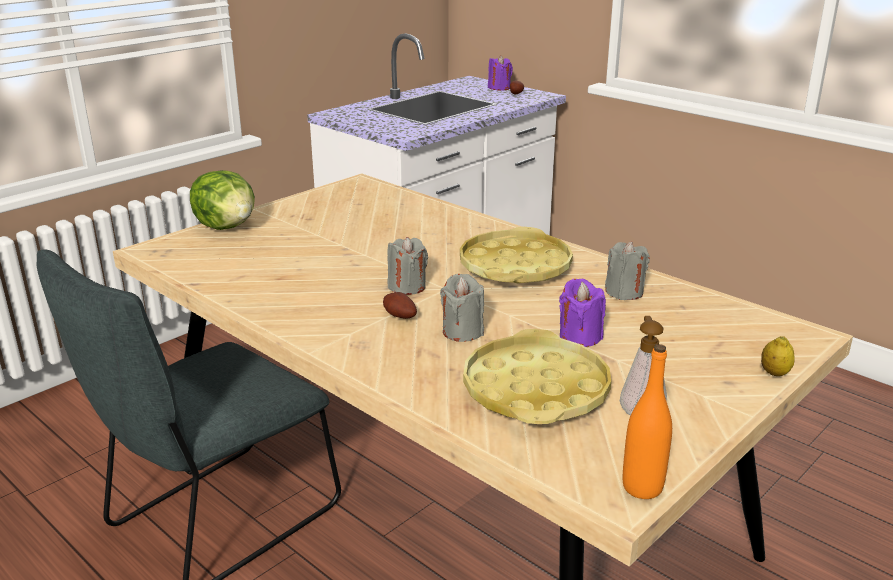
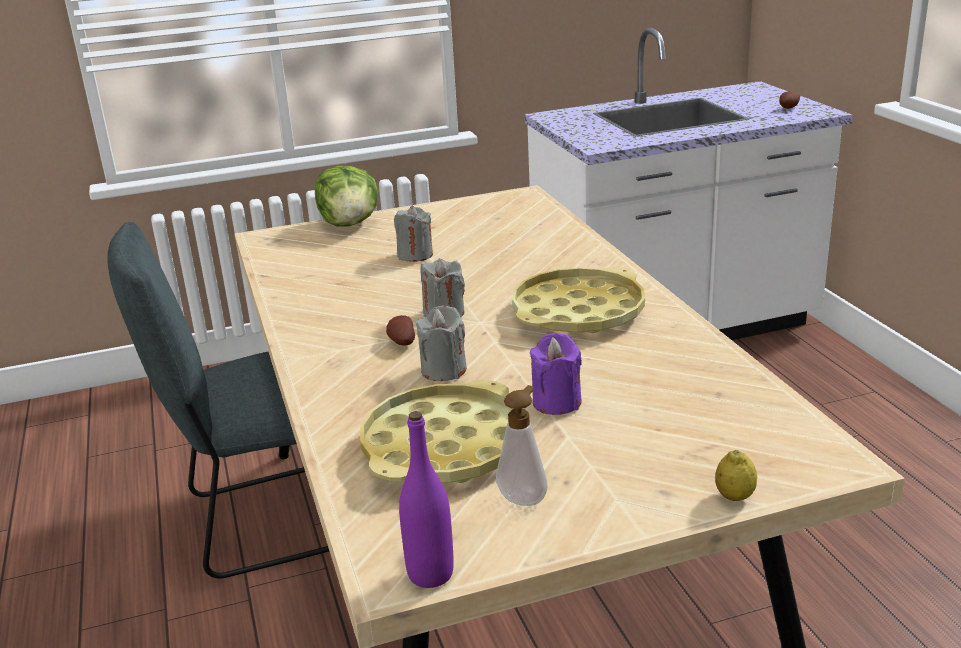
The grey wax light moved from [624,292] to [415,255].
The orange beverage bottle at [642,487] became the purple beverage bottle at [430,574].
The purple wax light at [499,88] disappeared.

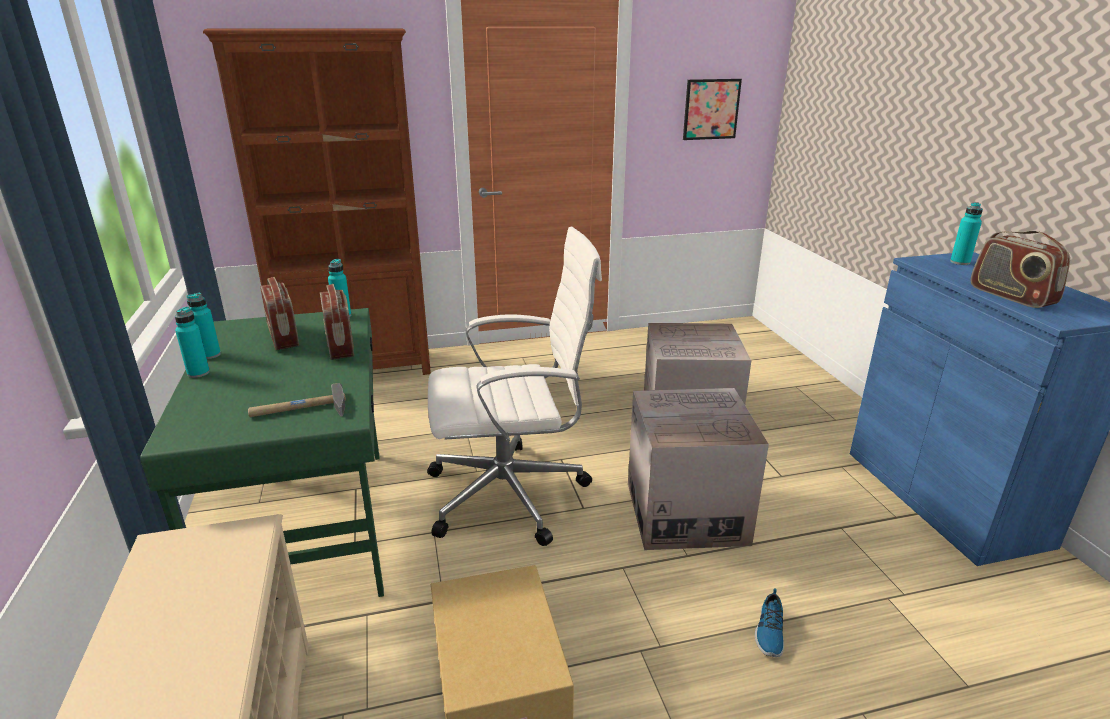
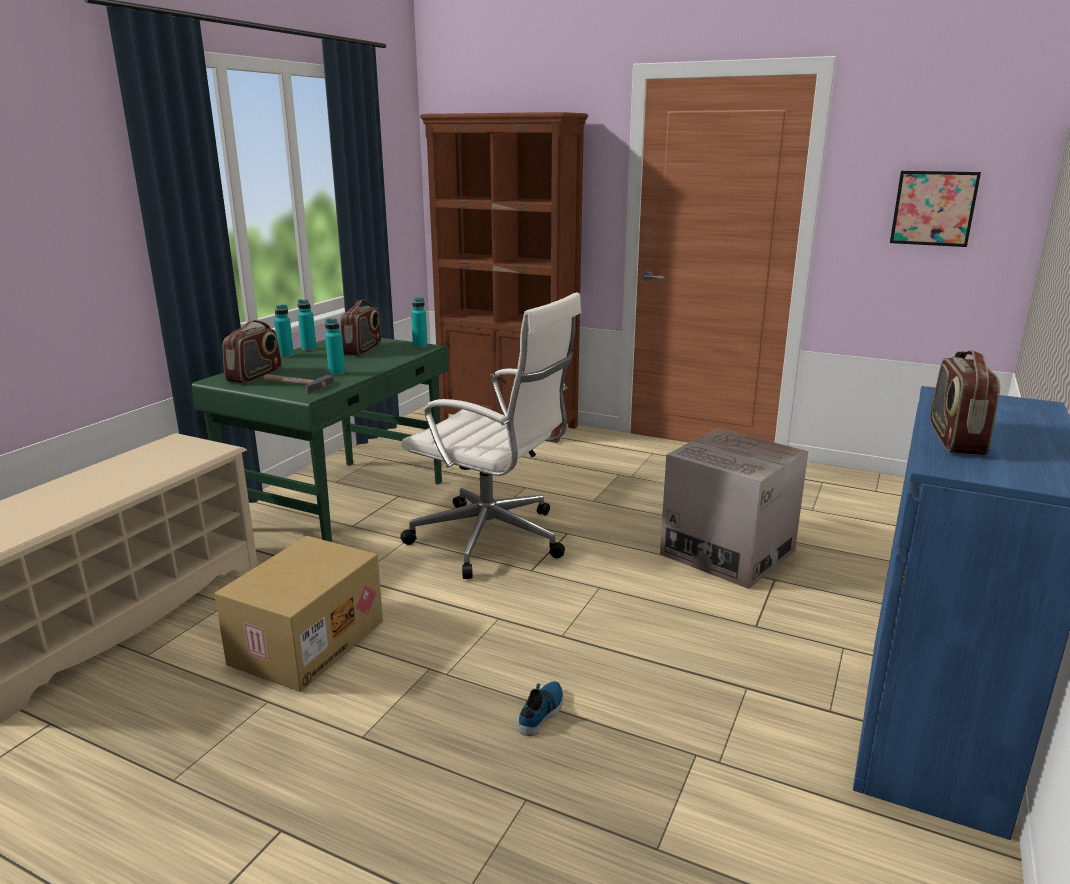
The radio receiver moved from [340,346] to [255,376].
The blue-green beverage bottle moved from [960,262] to [337,373].
The item of footwear at [769,631] turned 150 degrees clockwise.
The packing box at [686,513] disappeared.

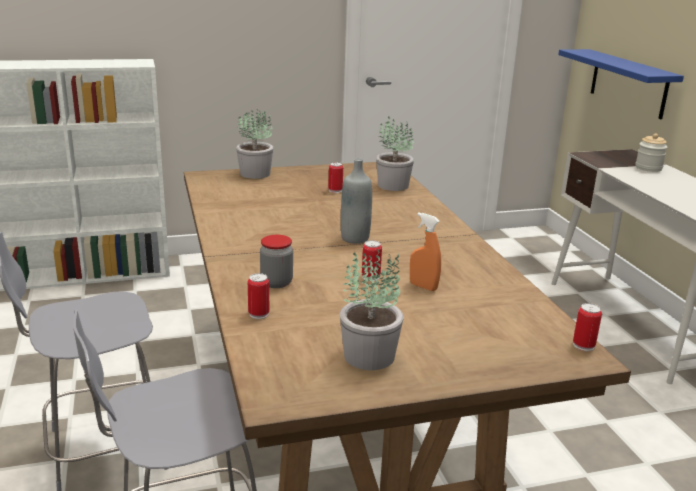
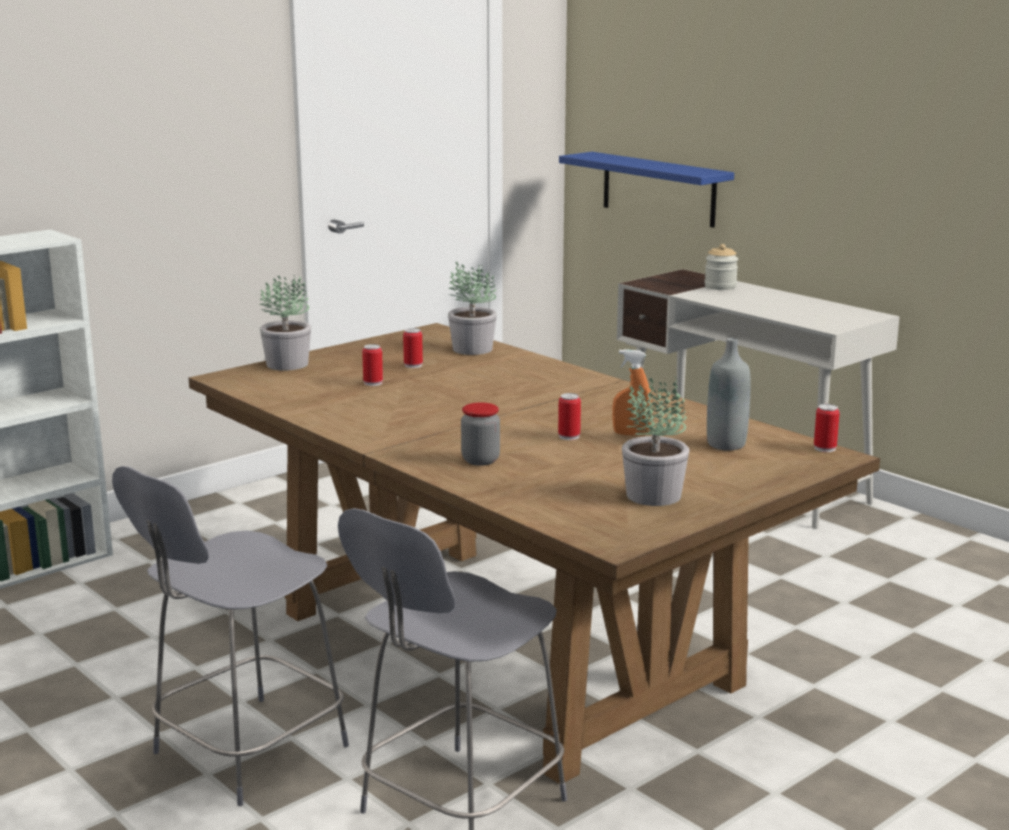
The can moved from [258,314] to [373,383].
The grey beverage bottle moved from [355,238] to [726,444].

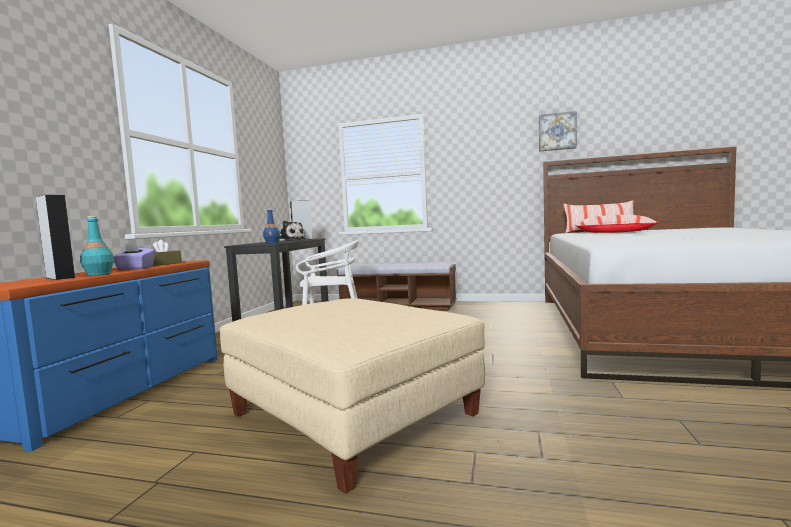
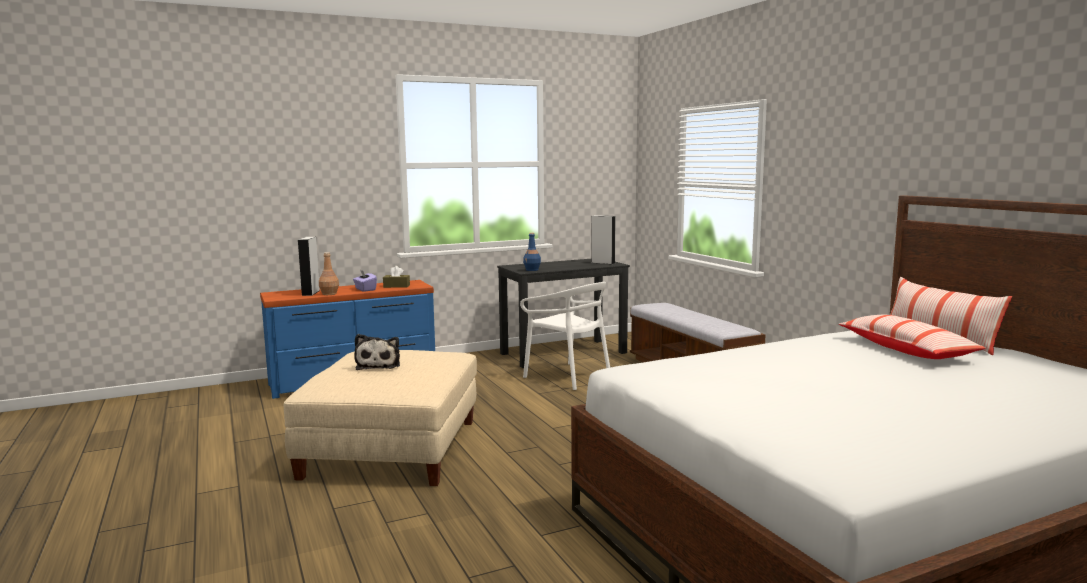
The blue-green beverage bottle at [98,274] became the brownish beverage bottle at [329,294].
The cuddly toy moved from [290,240] to [379,365].
The wall picture at [557,132] disappeared.

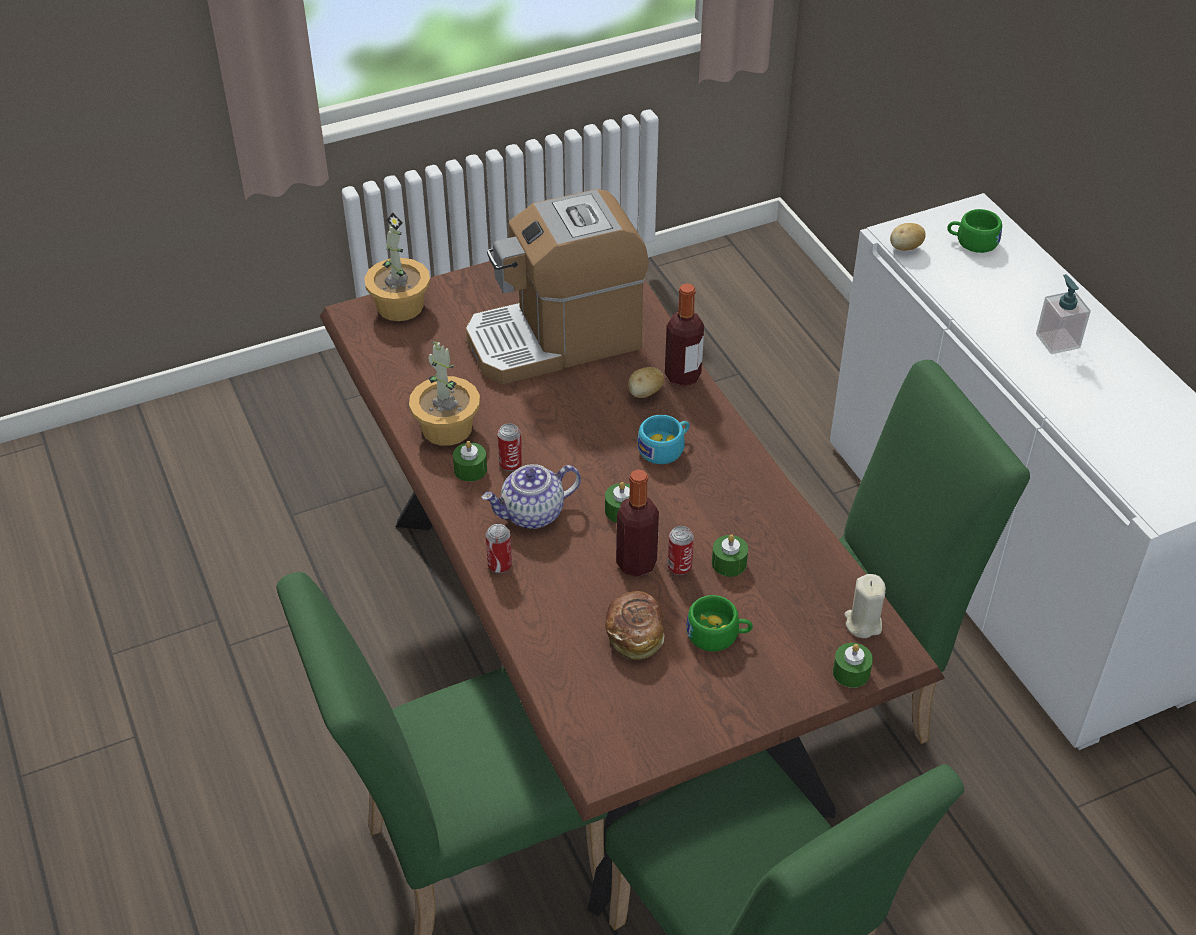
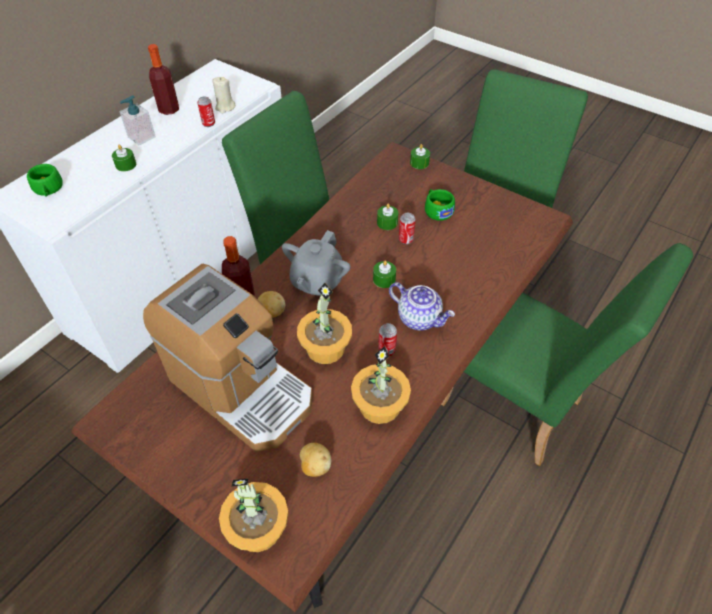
The greenish wax light moved from [470,469] to [126,165].
The beverage bottle moved from [636,563] to [169,109].
The can moved from [500,565] to [208,123].
The beige wax light moved from [863,623] to [225,107].
The blue-green drinking cup at [665,448] was replaced by the grey tea pot at [317,282].
The houseplant at [325,348] appeared.
The whole potato moved from [905,248] to [315,466].
The bakery bread at [635,635] disappeared.

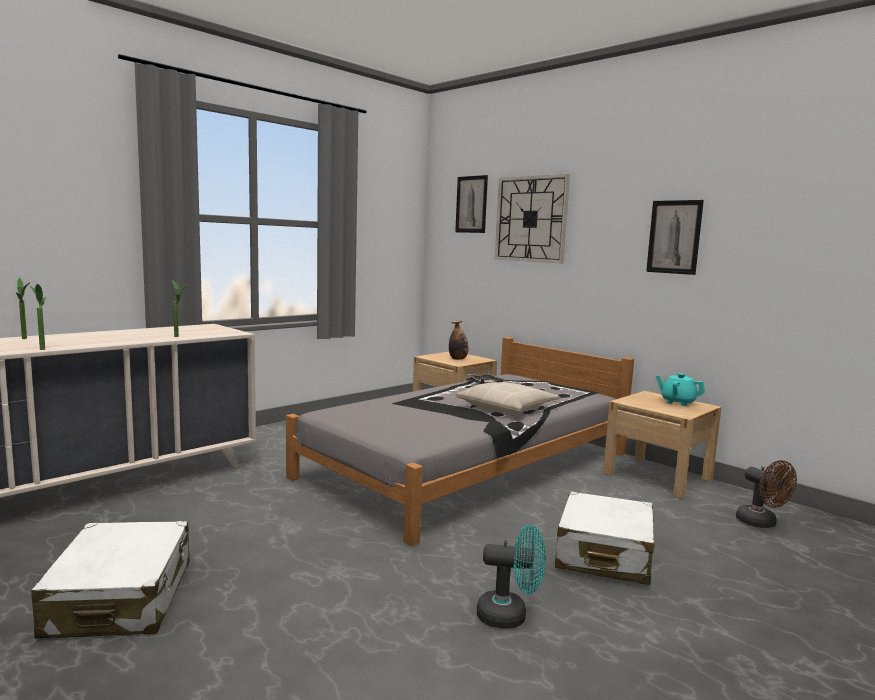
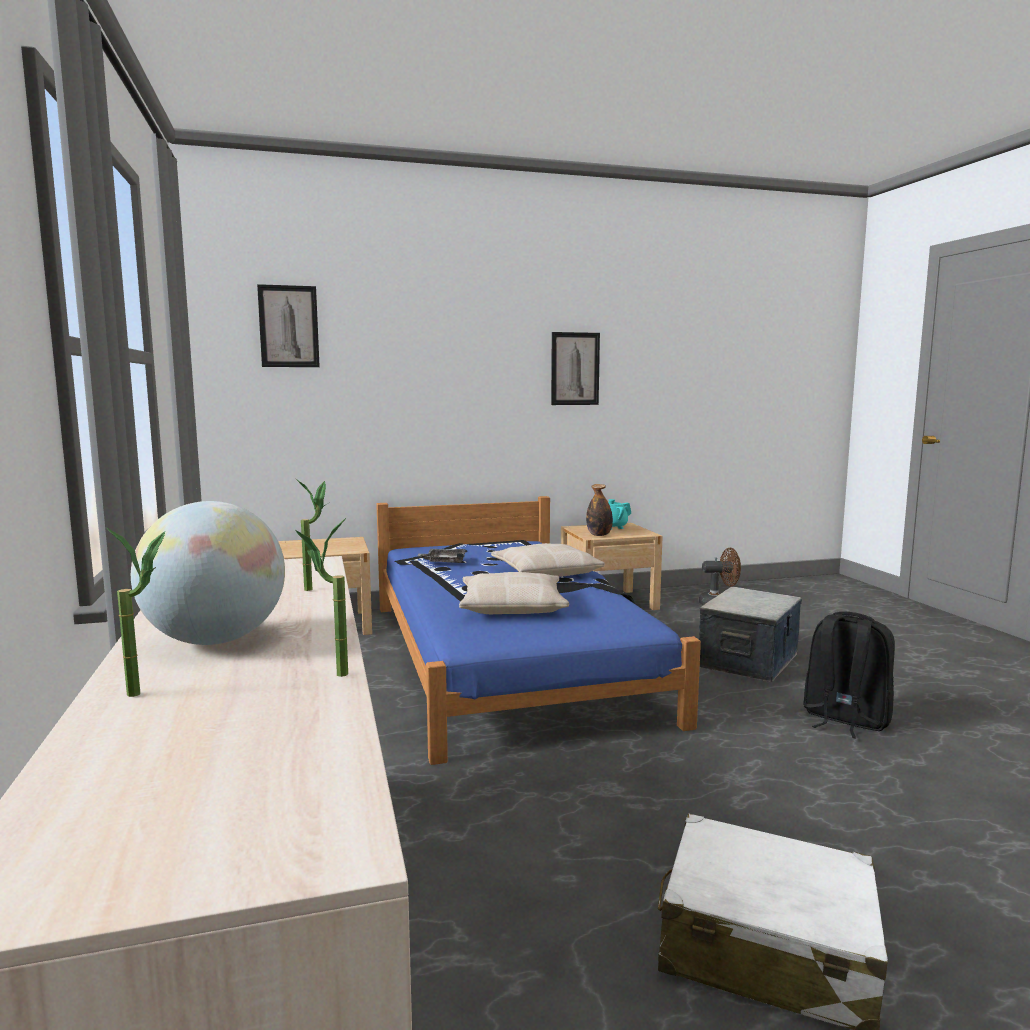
The desk globe at [215,640] appeared.
The grey bedroom bed at [469,465] became the bluish bedroom bed at [505,657].
The beige pillow at [512,606] appeared.
The beverage bottle moved from [458,359] to [599,535].
The white-coloured suitcase at [604,555] was replaced by the storage box at [749,661].
The blue-green cooling fan at [510,615] was replaced by the blackish backpack at [844,720].
The hanging clock at [531,219] disappeared.

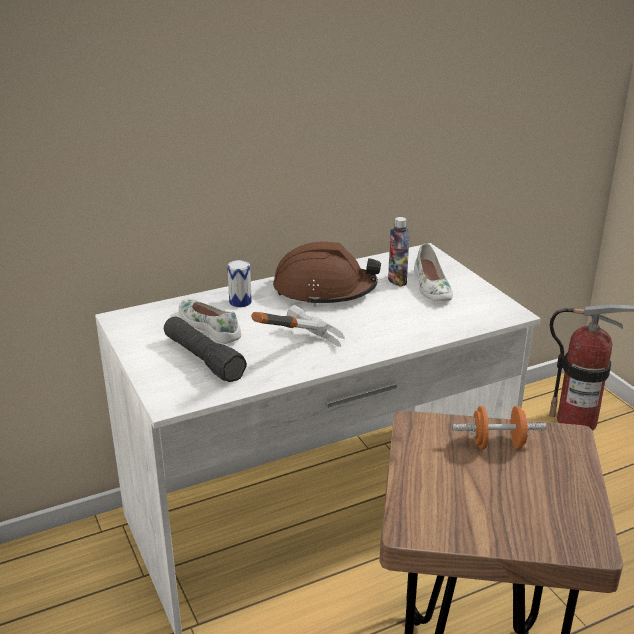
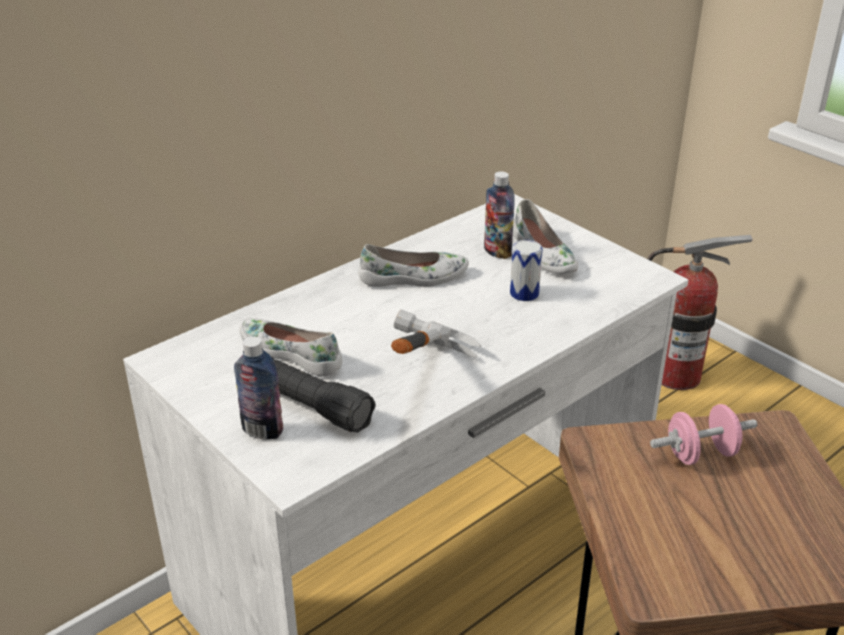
The beverage bottle at [262,430] appeared.
The brownish hard hat at [324,290] was replaced by the white-coloured item of footwear at [414,278].
The can moved from [240,302] to [524,293].
The orange free weight at [497,444] became the pink-coloured free weight at [700,454].

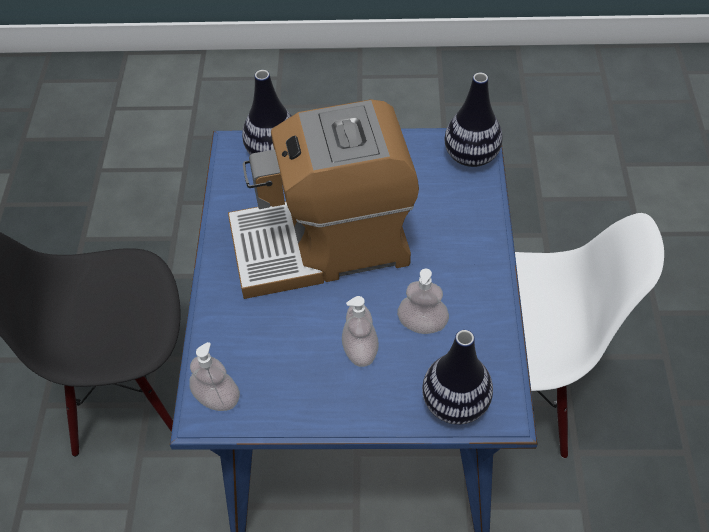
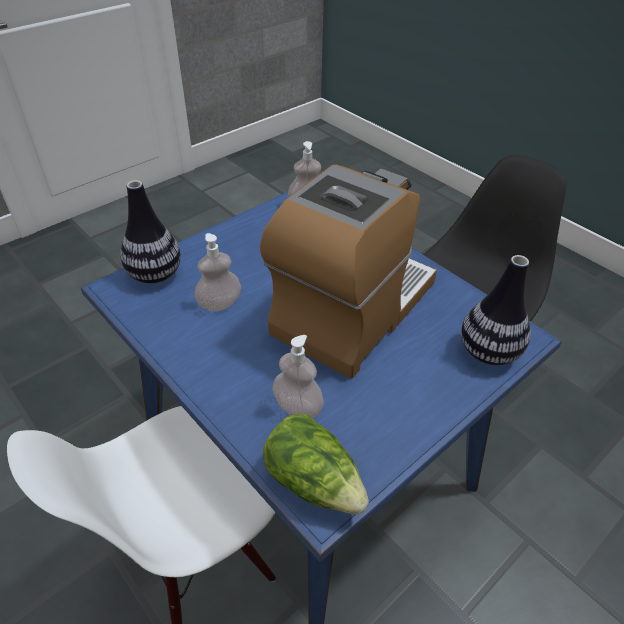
The vase at [471,156] was replaced by the head of lettuce at [314,480].
The soap dispenser moved from [360,350] to [297,407].

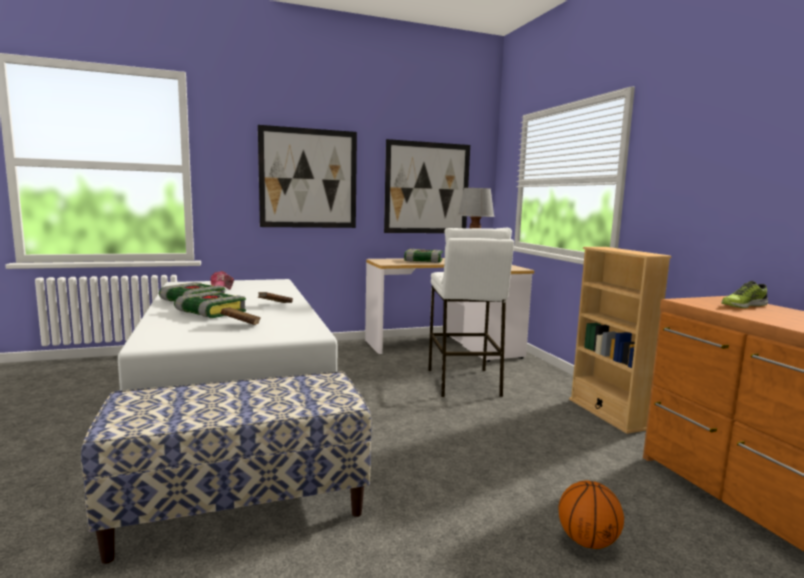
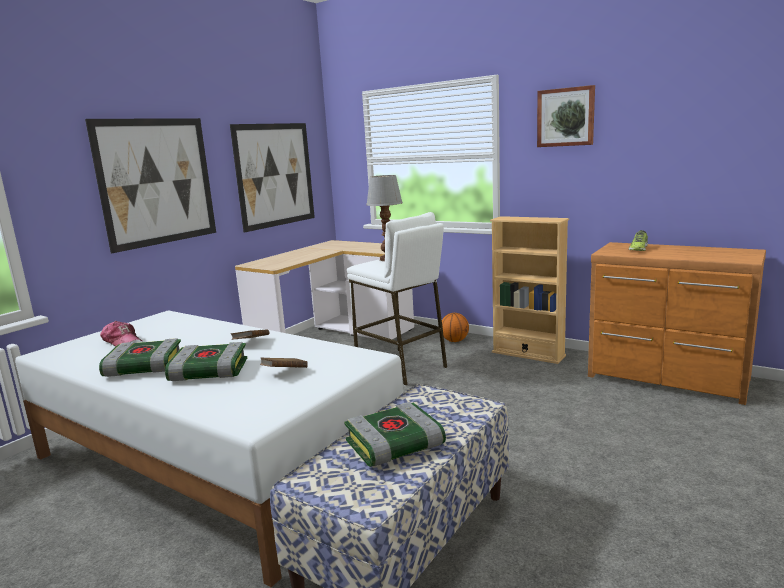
The volume moved from [423,261] to [394,446].
The basketball moved from [587,541] to [454,341].
The wall picture at [565,117] appeared.

